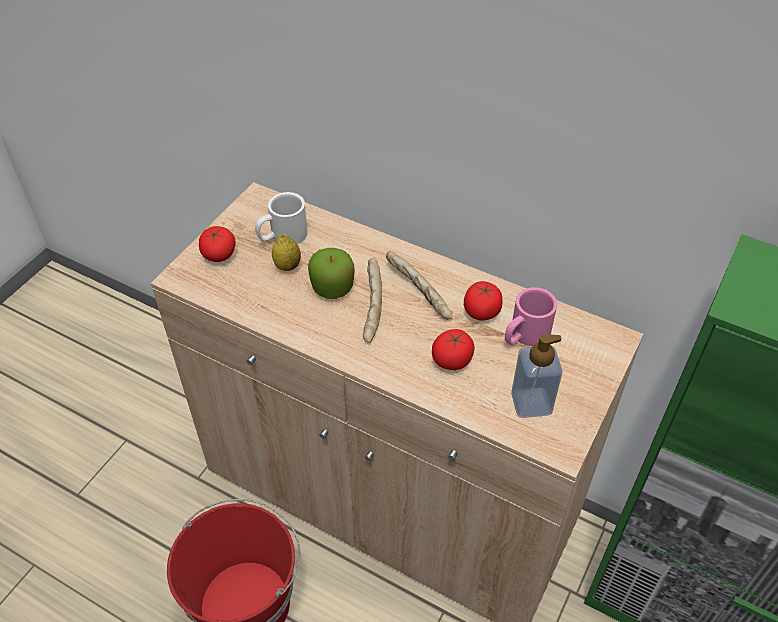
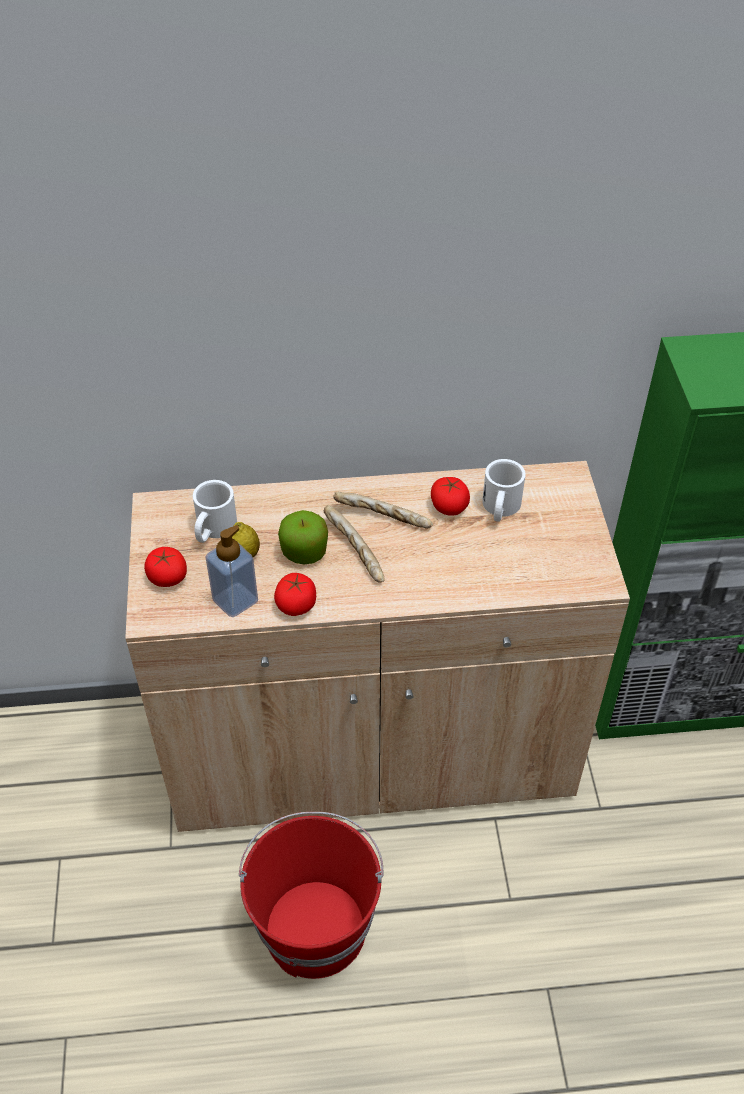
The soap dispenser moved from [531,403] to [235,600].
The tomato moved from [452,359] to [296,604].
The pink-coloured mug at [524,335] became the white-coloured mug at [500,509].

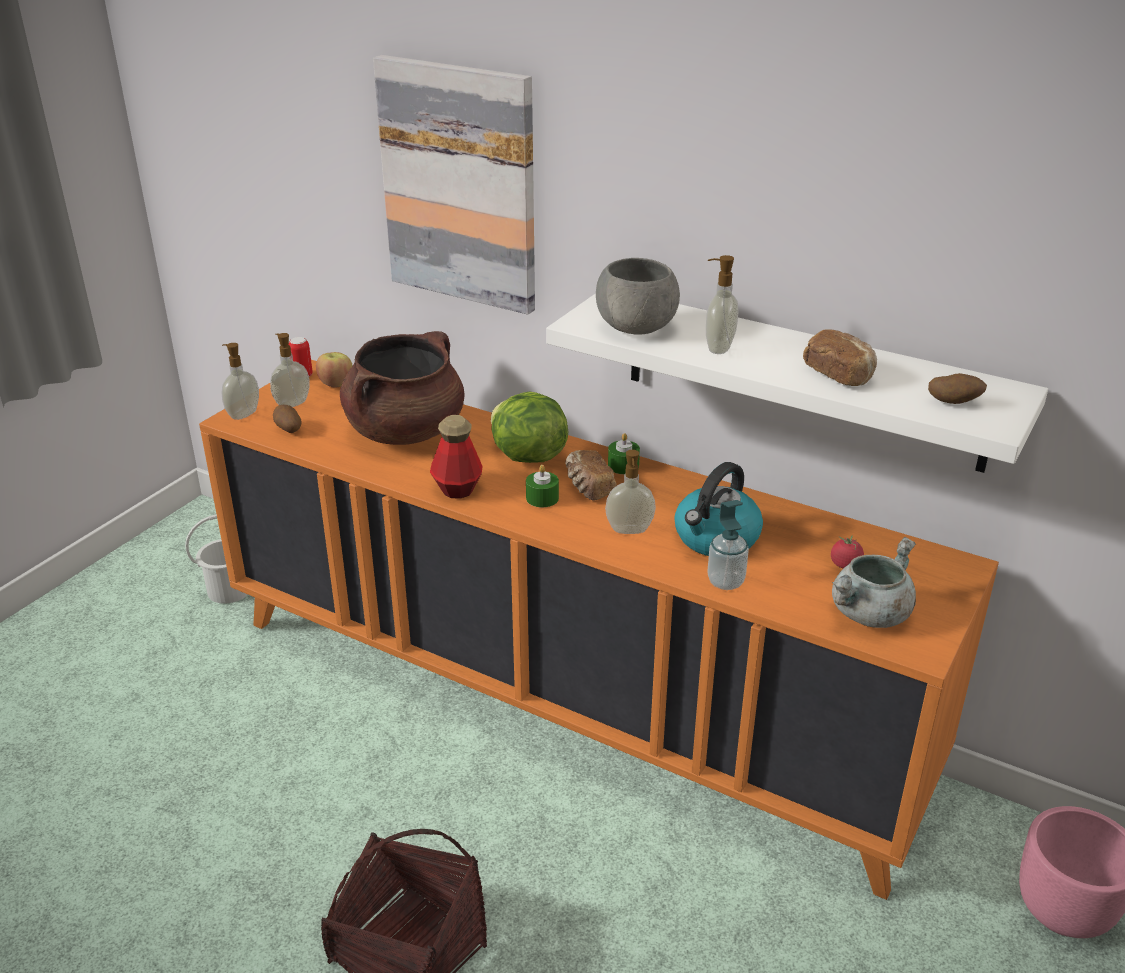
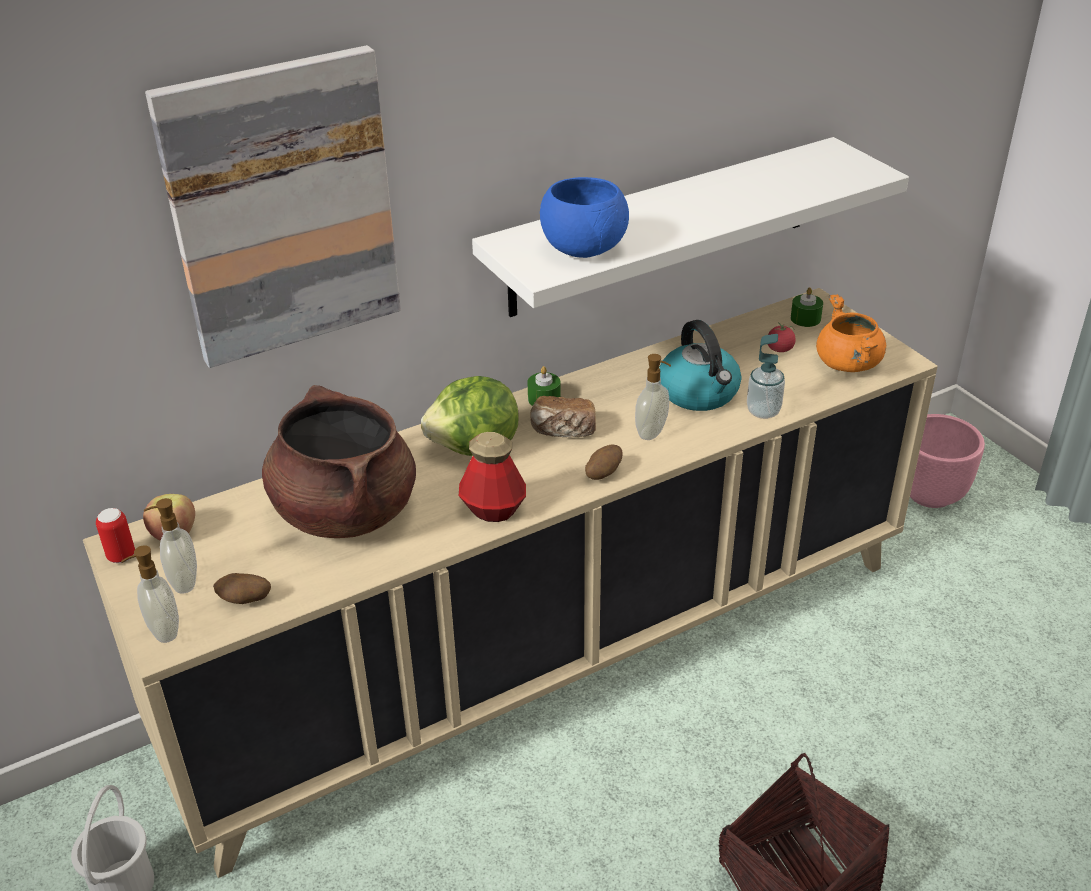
The orange cupboard at [562,700] became the beige cupboard at [549,656].
The grey bowl at [637,328] became the bluish bowl at [583,249].
The whole potato moved from [953,403] to [603,473].
The greenish wax light moved from [542,498] to [805,319].
The grey saucepot at [869,615] became the orange saucepot at [848,364].
The soap dispenser at [718,348] disappeared.
The bakery bread at [839,374] disappeared.

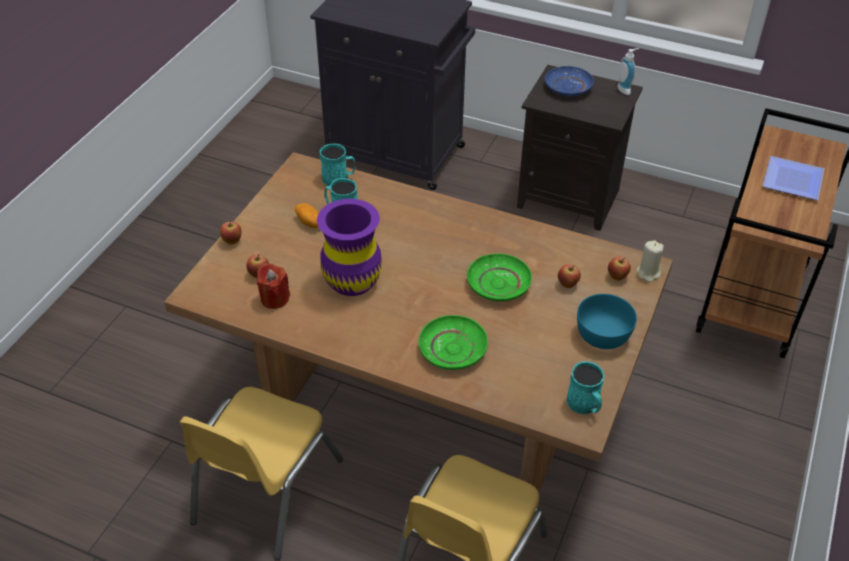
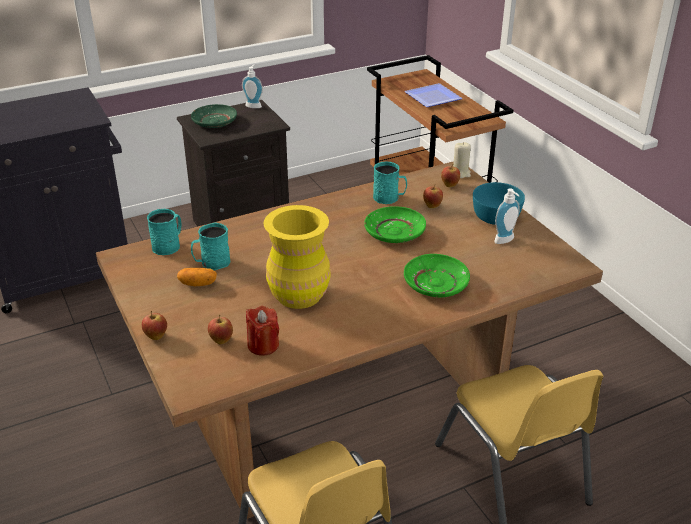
The bluish dinner plate at [568,87] became the greenish dinner plate at [214,122].
The purple vase at [352,281] became the yellow-coloured vase at [299,295].
The blue-green mug moved from [585,405] to [389,198].
The soap dispenser at [506,241] appeared.

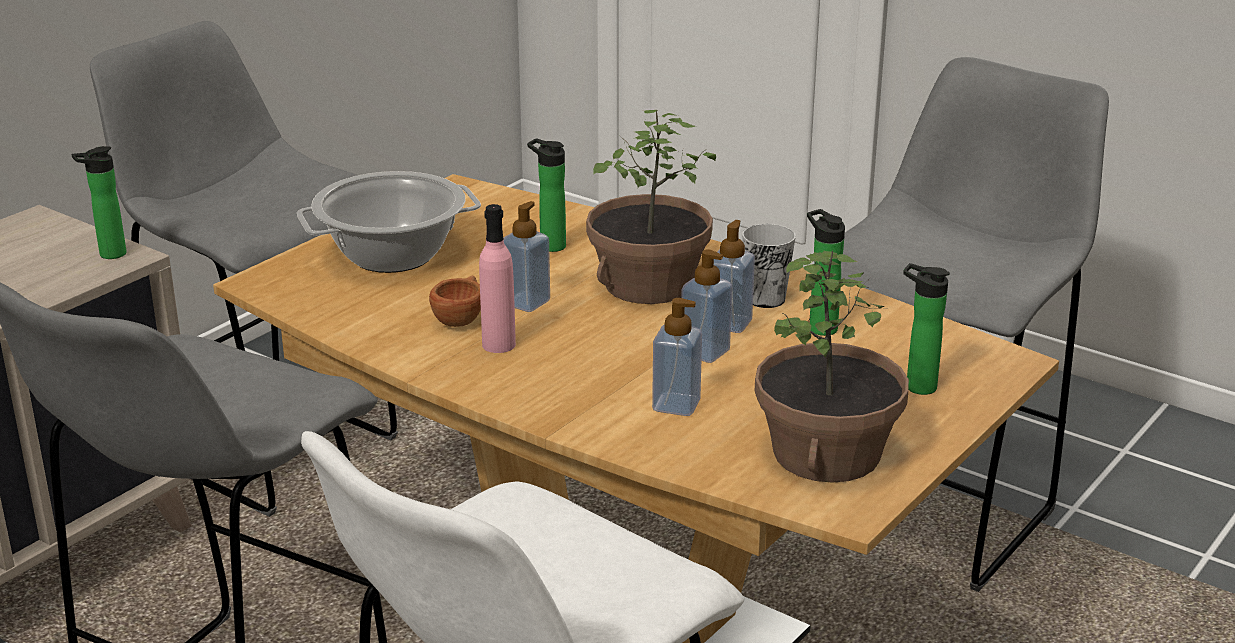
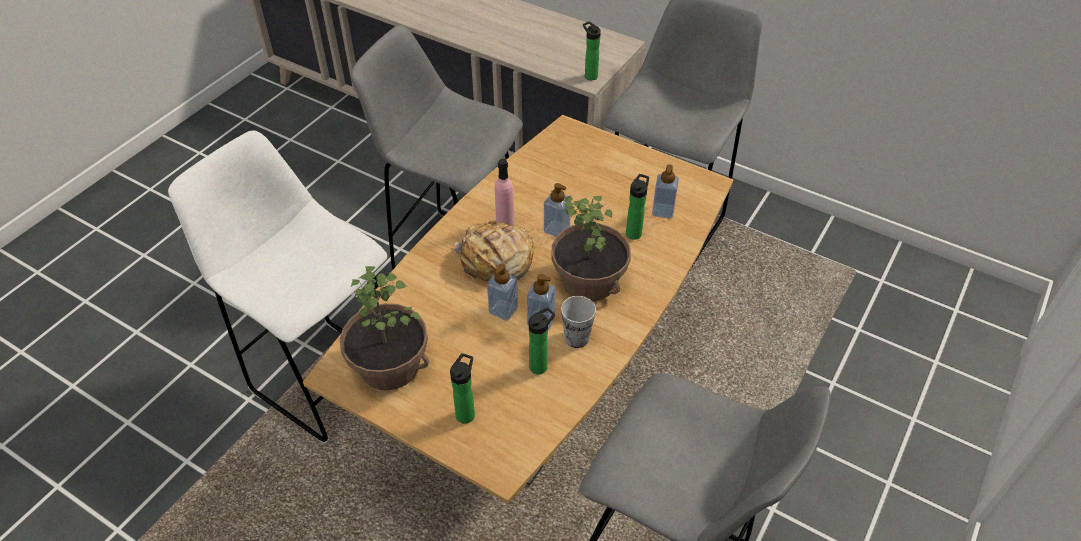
The bakery bread at [496,261] appeared.
The soap dispenser moved from [676,405] to [663,211].
The saucepot at [393,255] disappeared.
The brownish drinking cup at [461,319] disappeared.

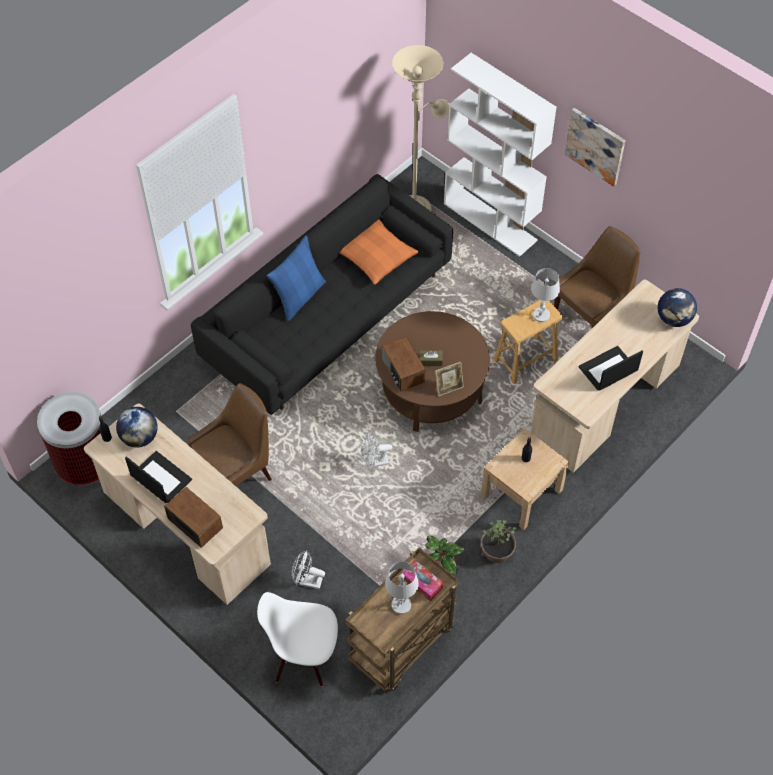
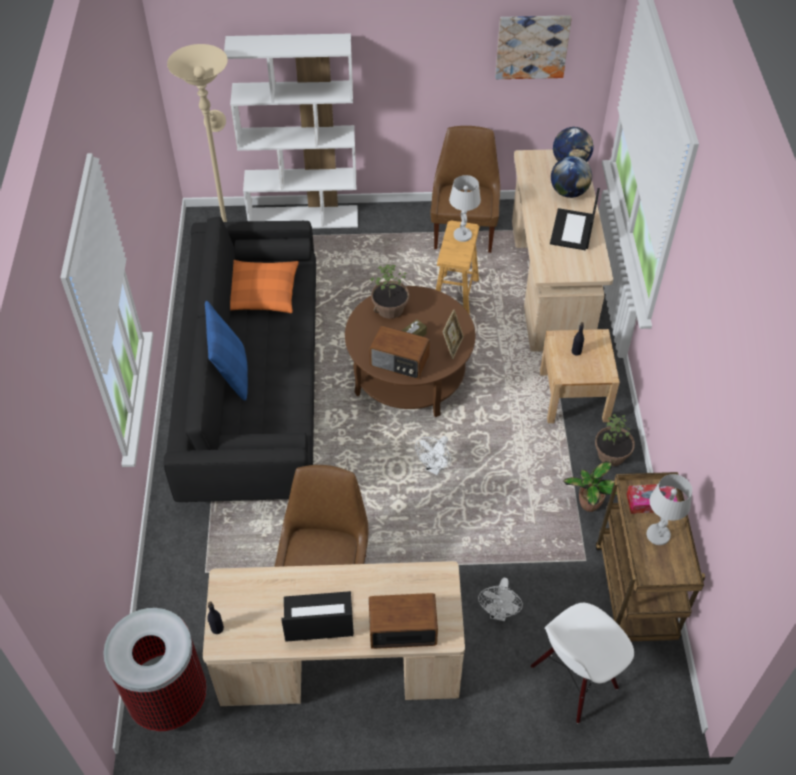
The houseplant at [390,309] appeared.
The white-coloured cooling fan at [307,581] turned 45 degrees counterclockwise.
The wall picture moved from [595,146] to [532,46].
The desk globe moved from [139,437] to [568,192].

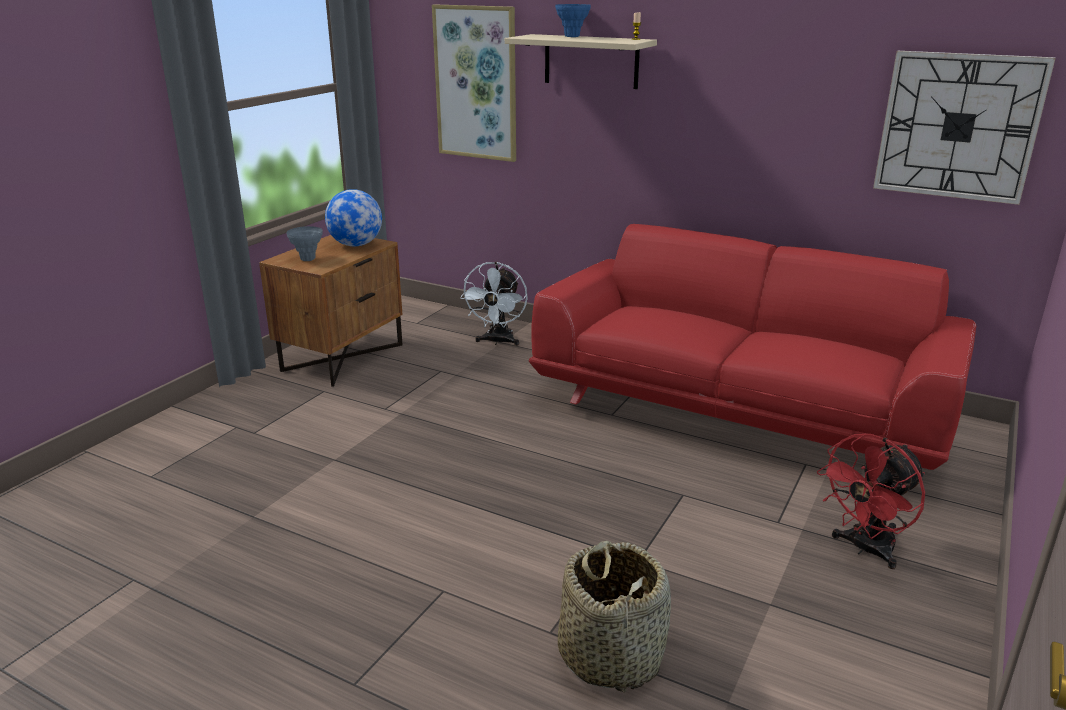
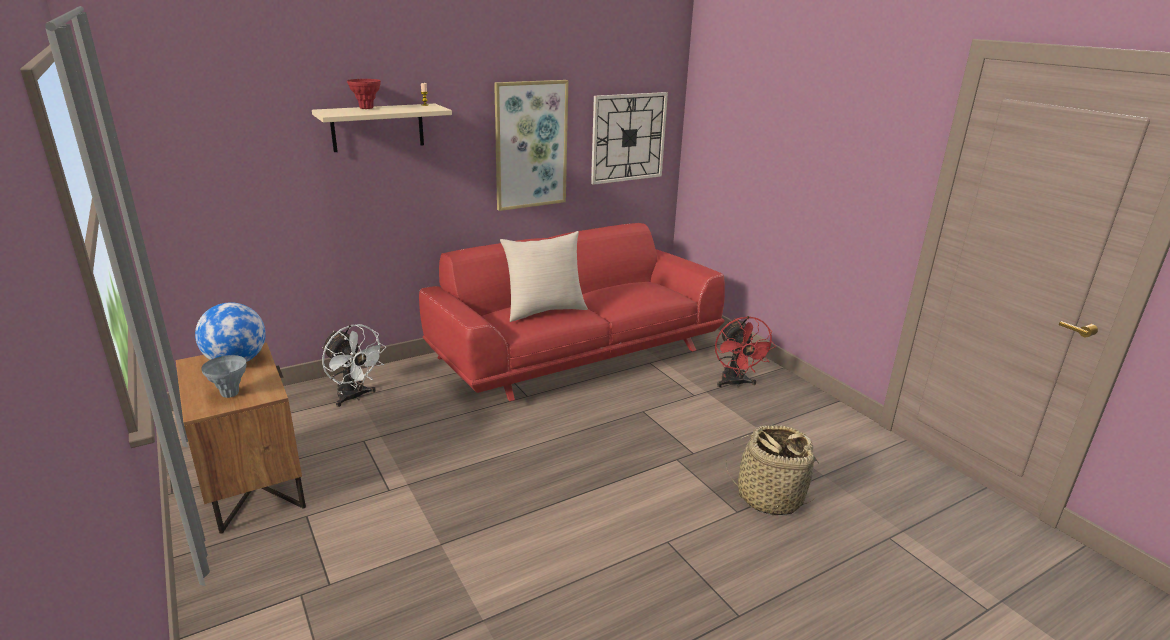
The bluish vase at [572,36] became the red-coloured vase at [366,108].
The wall picture moved from [476,83] to [530,145].
The beige pillow at [544,310] appeared.

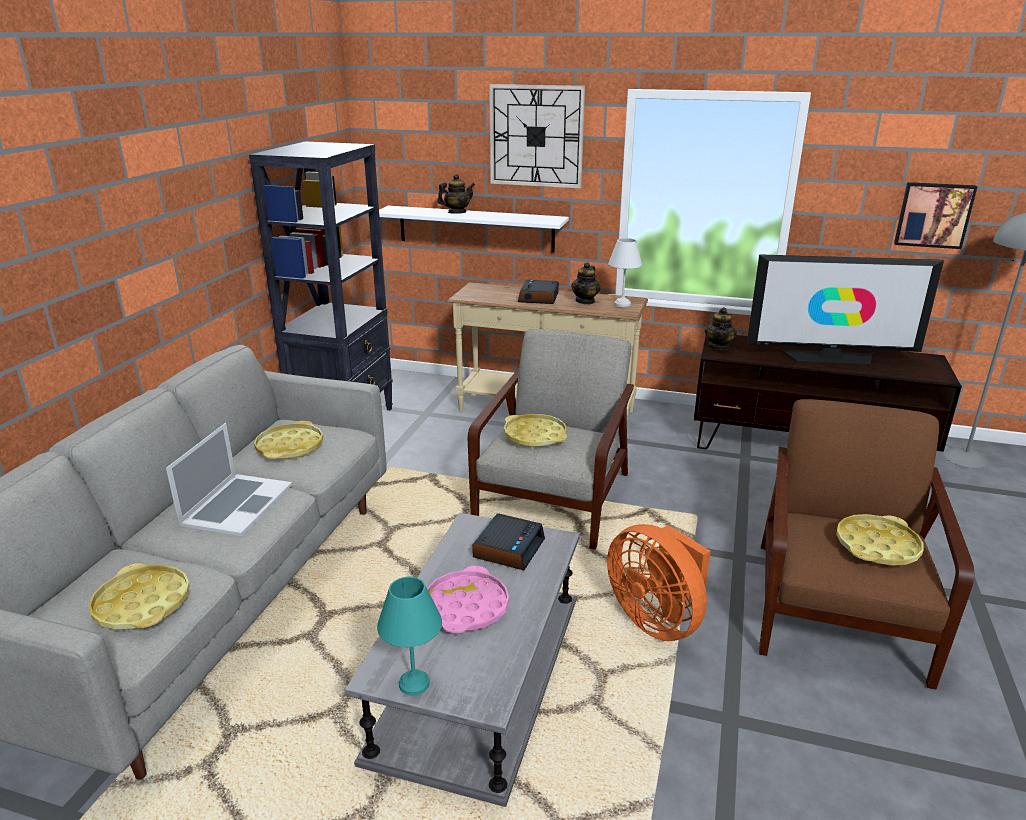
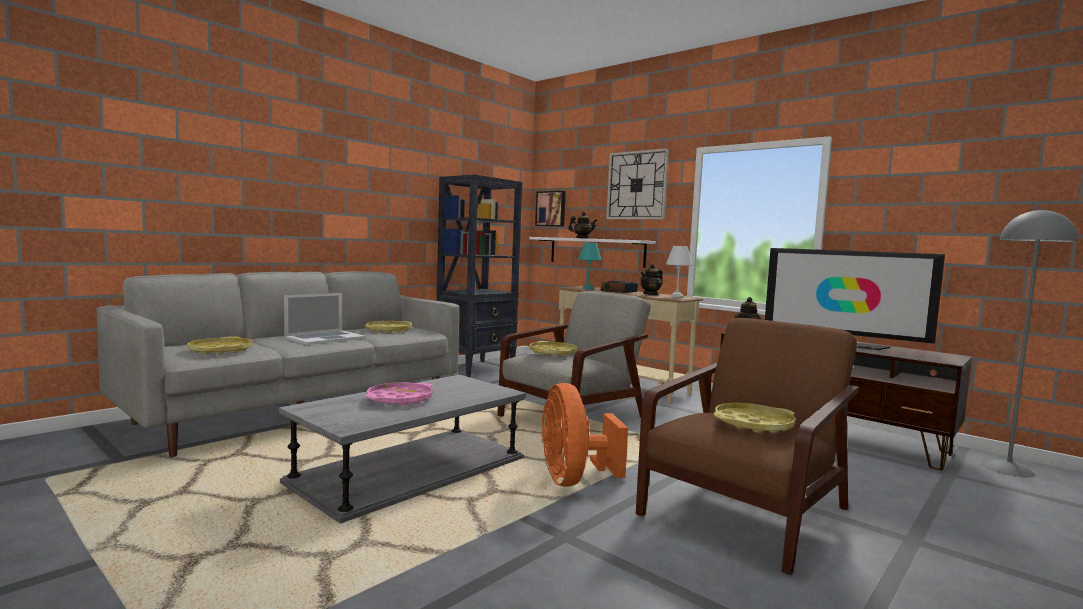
The wall picture moved from [933,215] to [551,209].
The blue-green table lamp moved from [415,684] to [588,289].
The bedside clock at [508,548] disappeared.

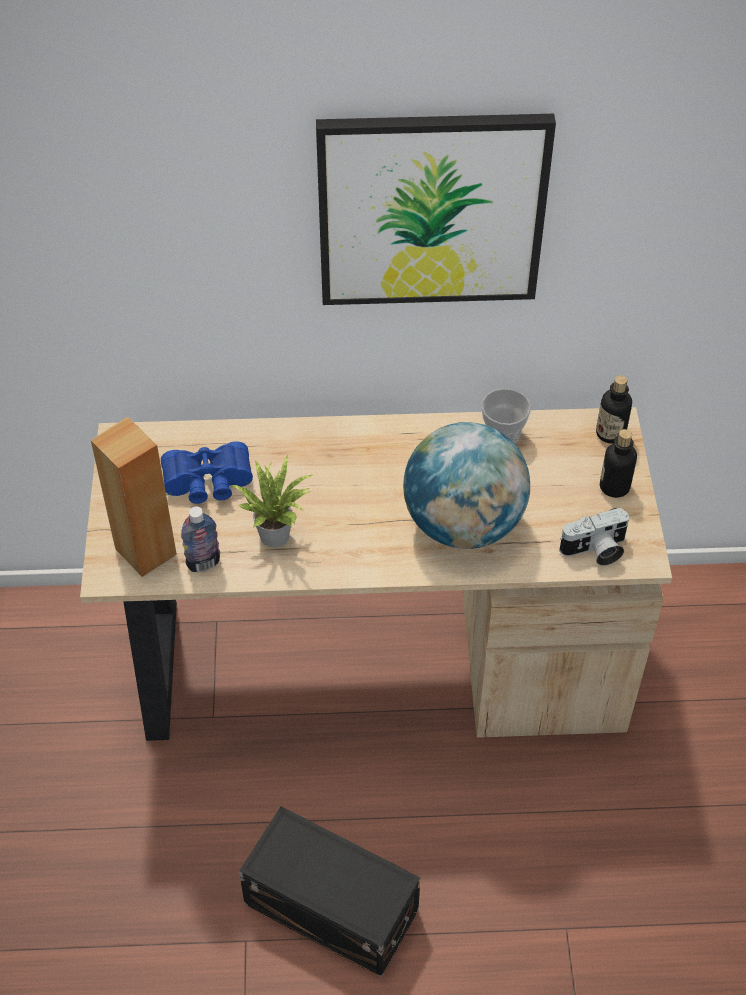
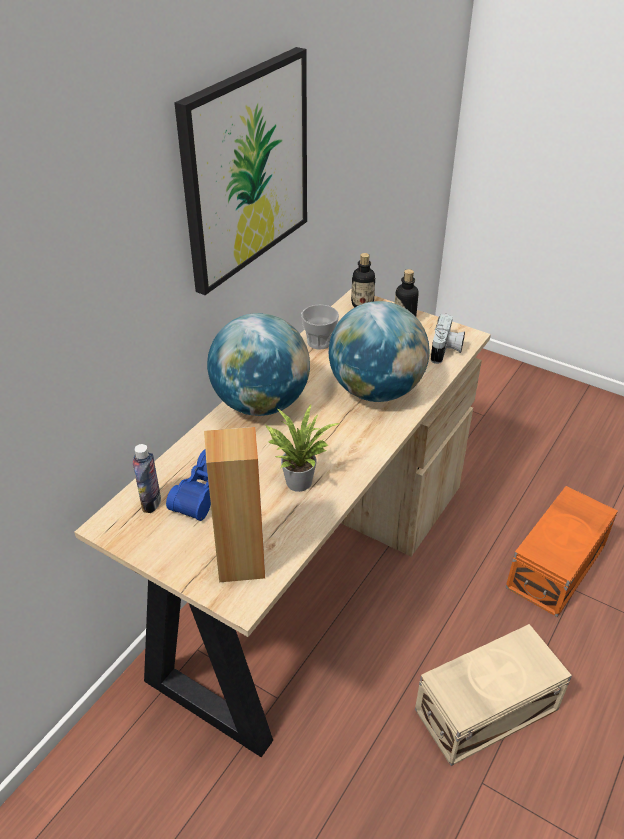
The beverage bottle moved from [203,563] to [151,503].
The desk globe at [261,404] appeared.
The blackish storage box at [330,904] became the beige storage box at [483,709].
The orange storage box at [558,566] appeared.

